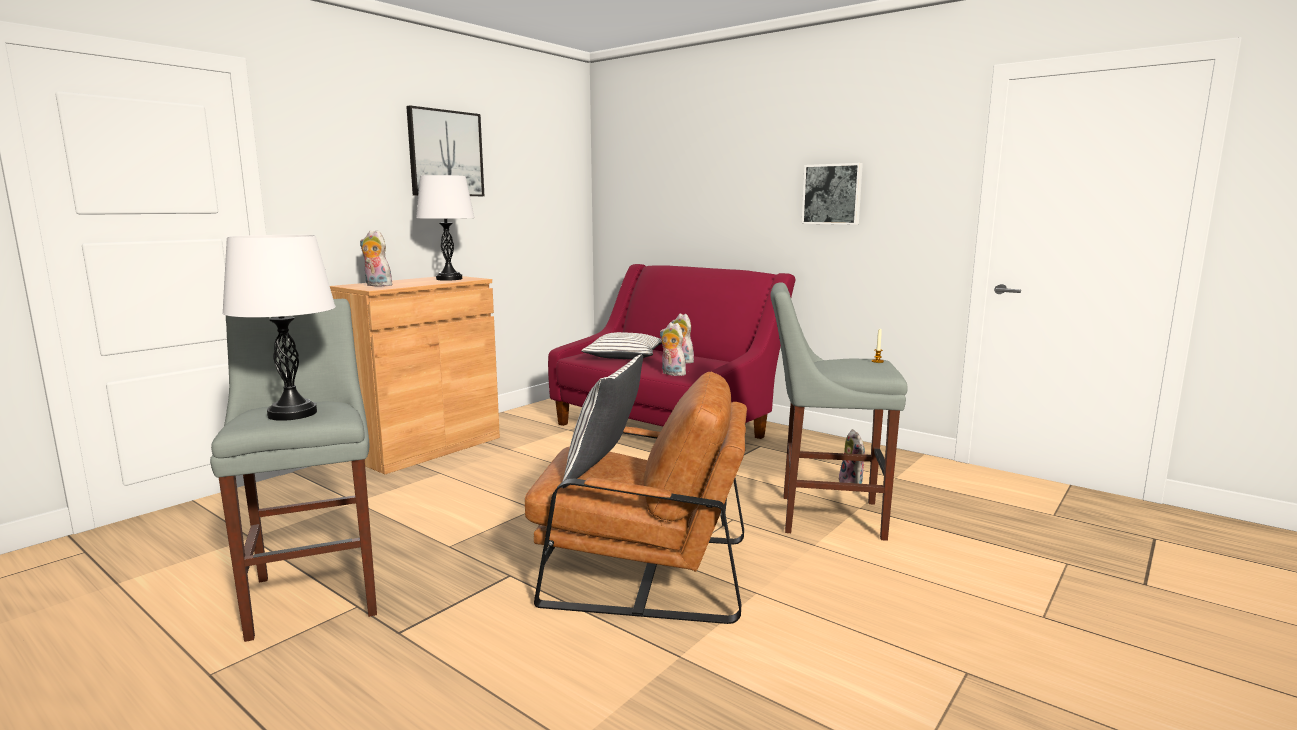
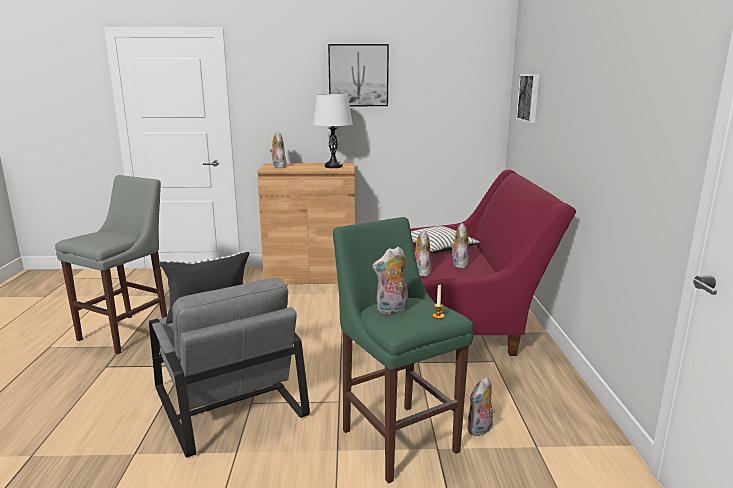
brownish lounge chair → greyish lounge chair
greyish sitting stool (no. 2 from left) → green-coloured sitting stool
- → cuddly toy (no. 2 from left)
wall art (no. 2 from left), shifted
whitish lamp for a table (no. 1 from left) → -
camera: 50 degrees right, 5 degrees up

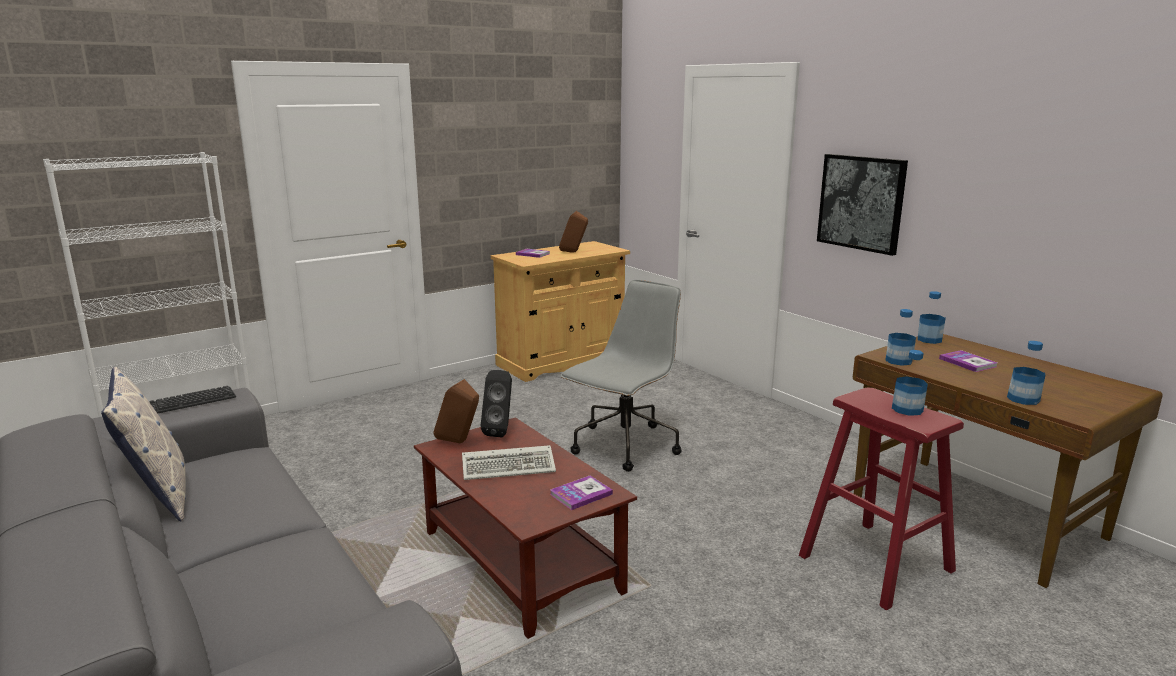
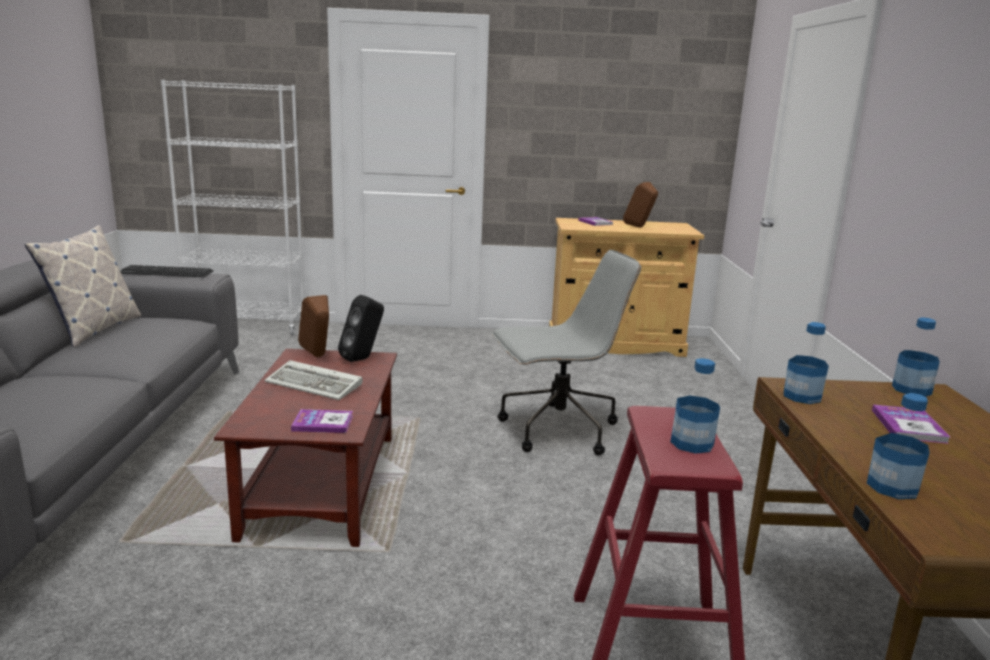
wall art → -
camera: 35 degrees right, 0 degrees up

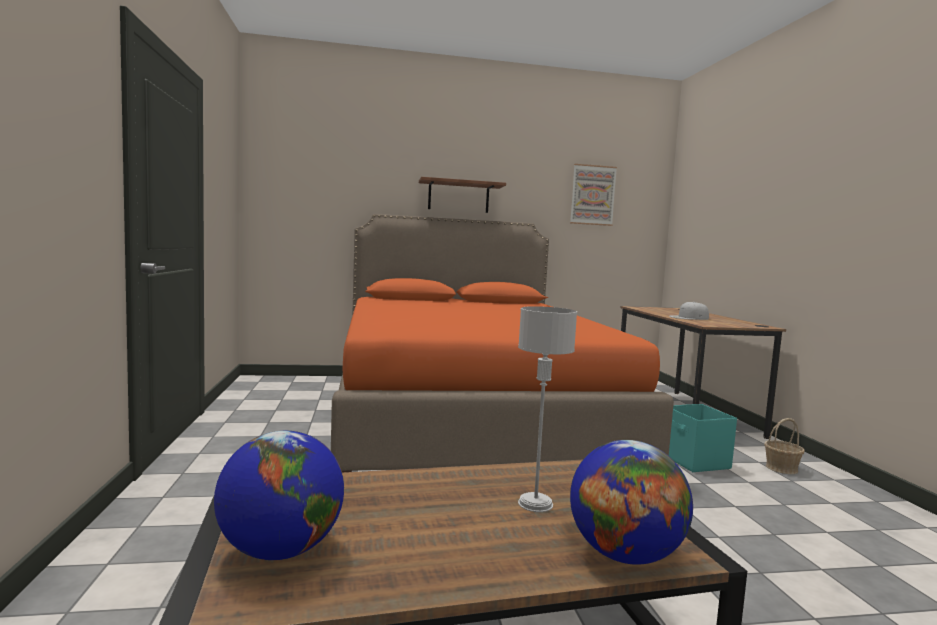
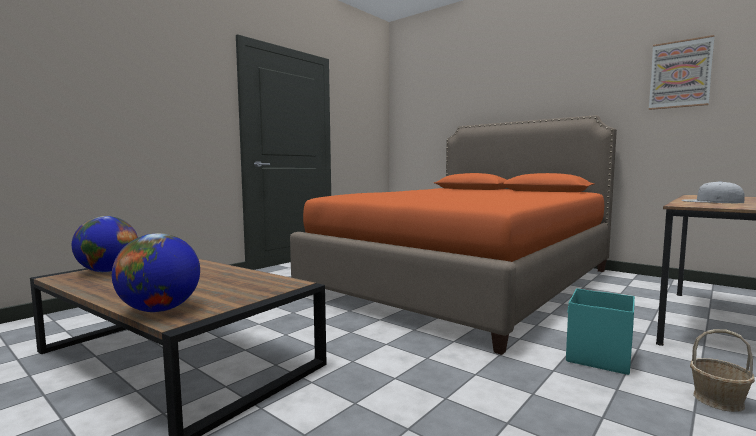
brownish shelf → -
greyish lamp for a table → -
camera: 50 degrees right, 0 degrees up

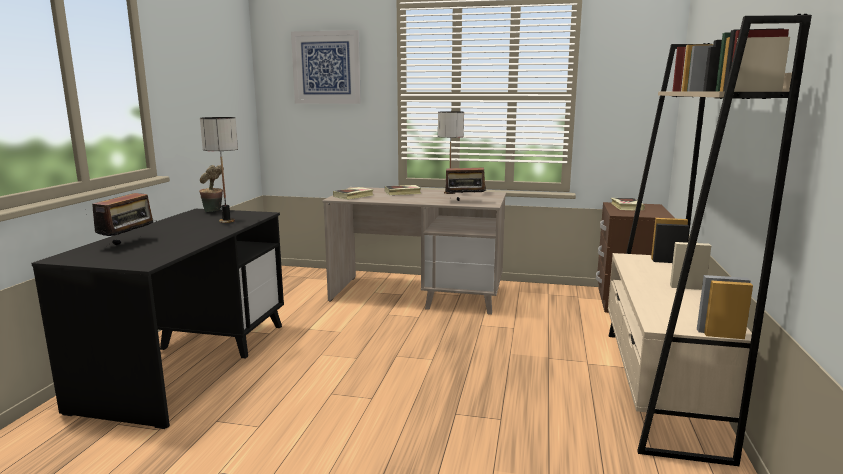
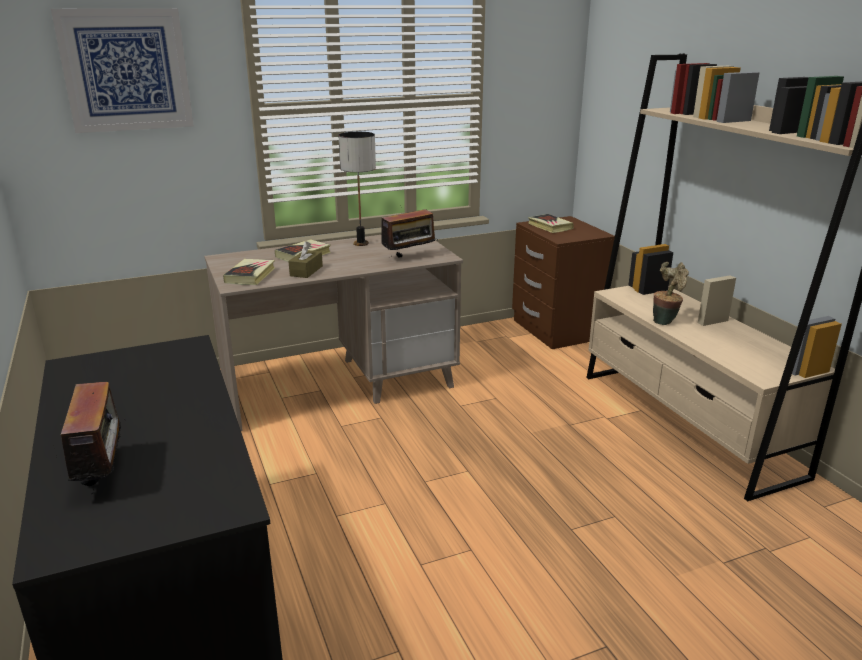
- → brownish tissue box
houseplant, shifted
lamp for a table (no. 1 from left) → -
camera: 35 degrees left, 10 degrees up

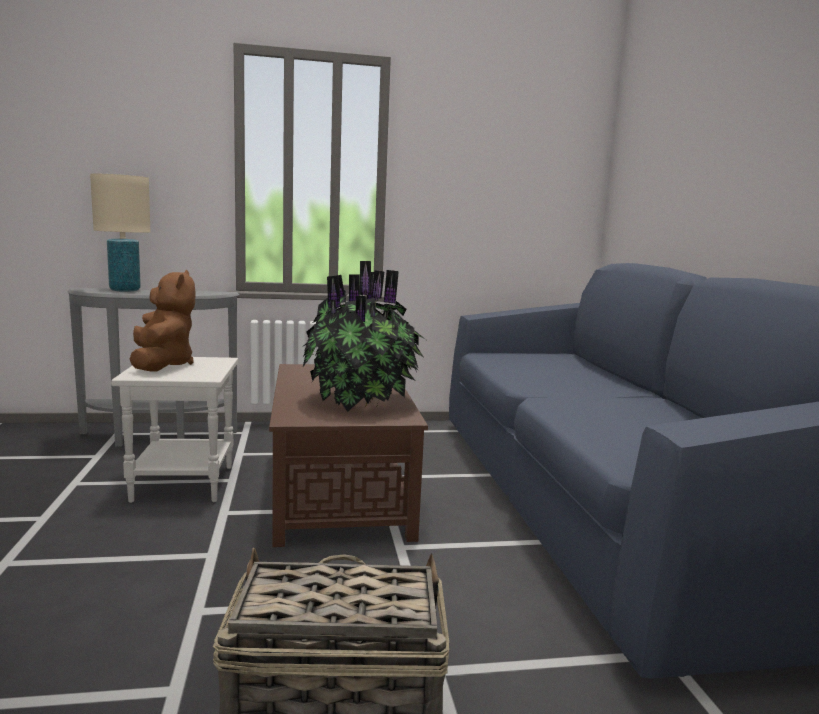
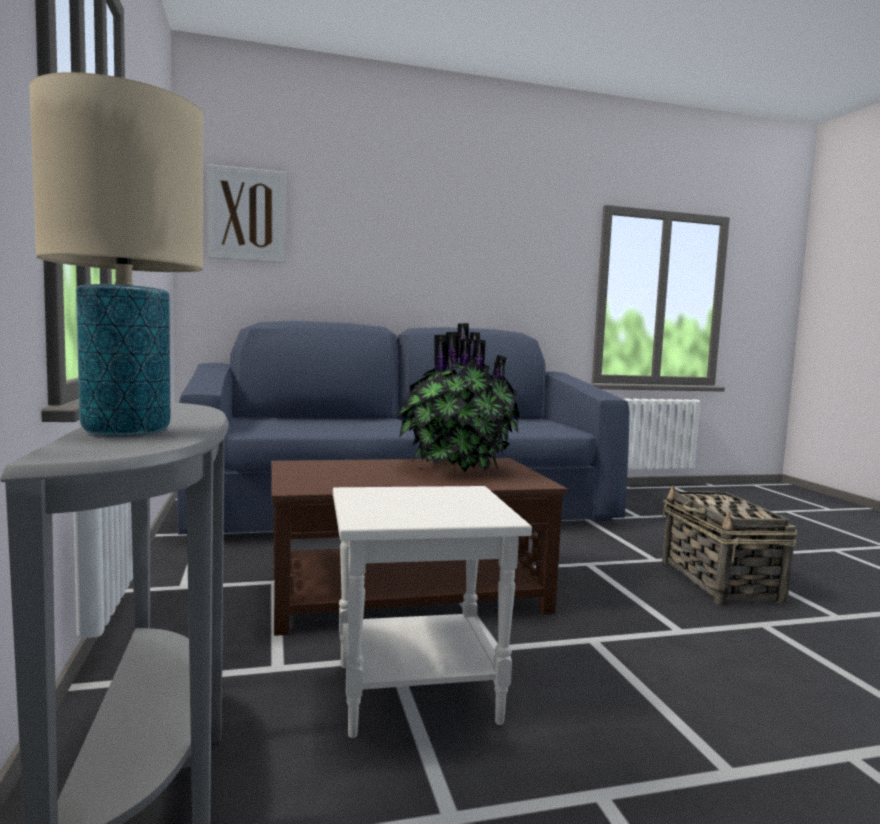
- → wall art
brownish cuddly toy → -
camera: 95 degrees left, 5 degrees down

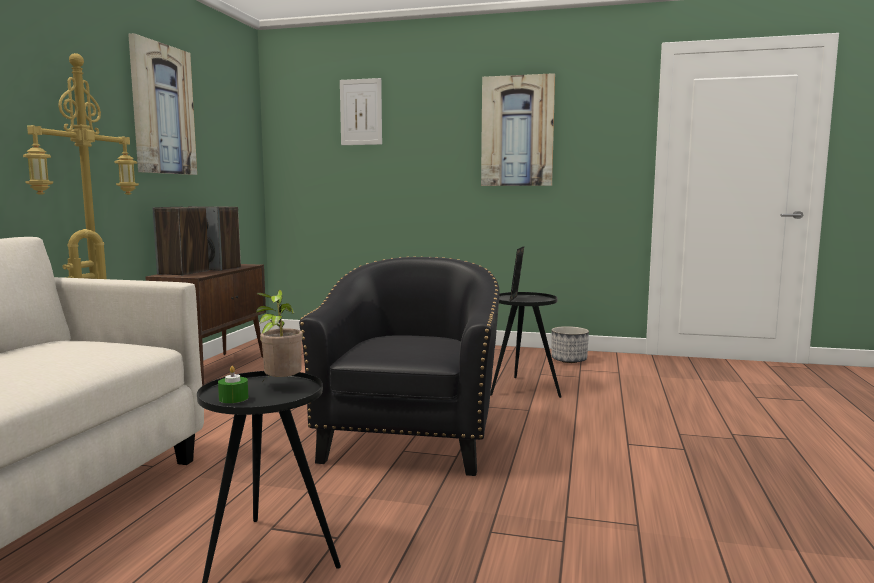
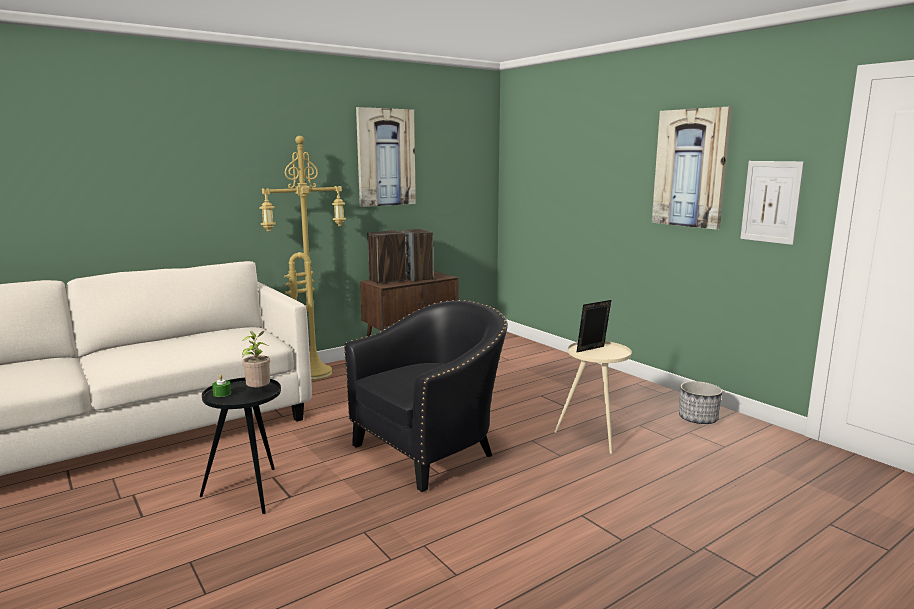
black end table (no. 2 from left) → sand-coloured end table
wall art (no. 2 from left in the first image) → wall art (no. 3 from left), shifted
camera: 40 degrees right, 5 degrees up

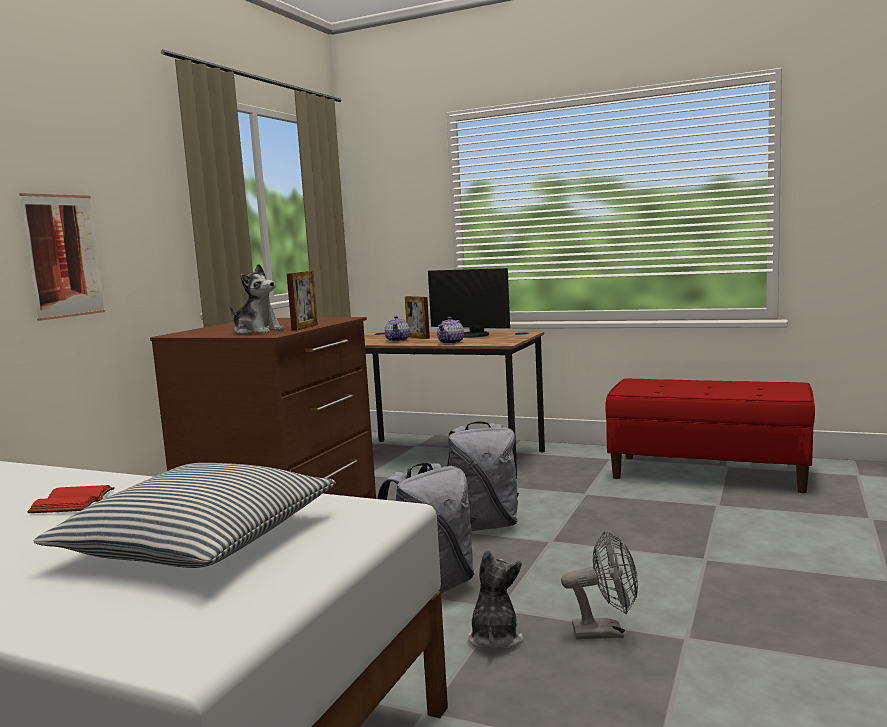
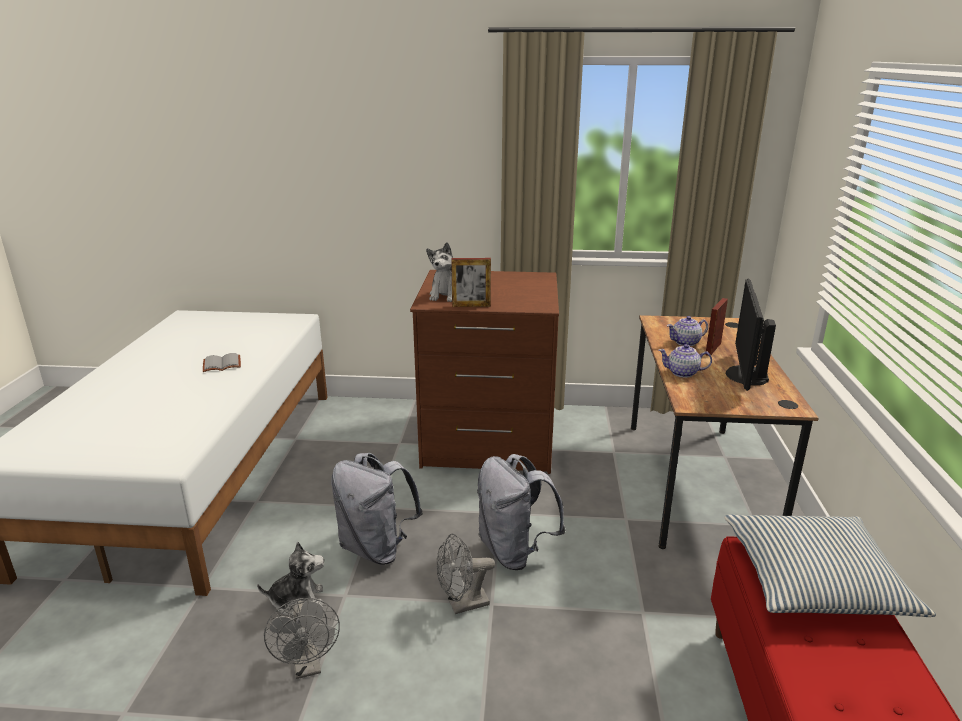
reddish volume → greyish volume
- → greyish cooling fan (no. 2 from left)
cushion, shifted
wall art → -
camera: 70 degrees right, 15 degrees up

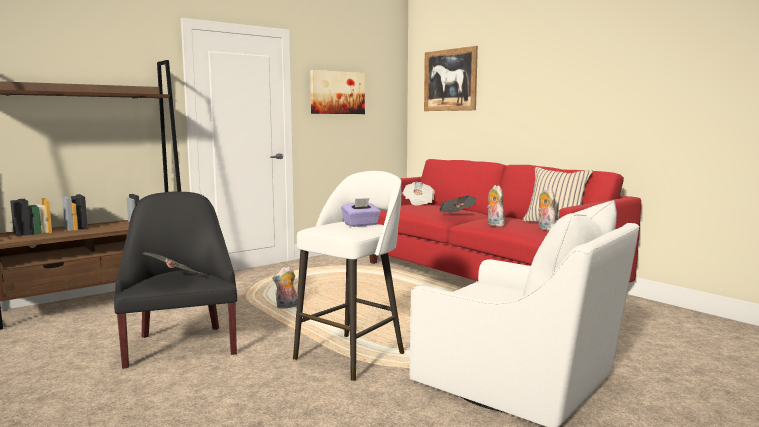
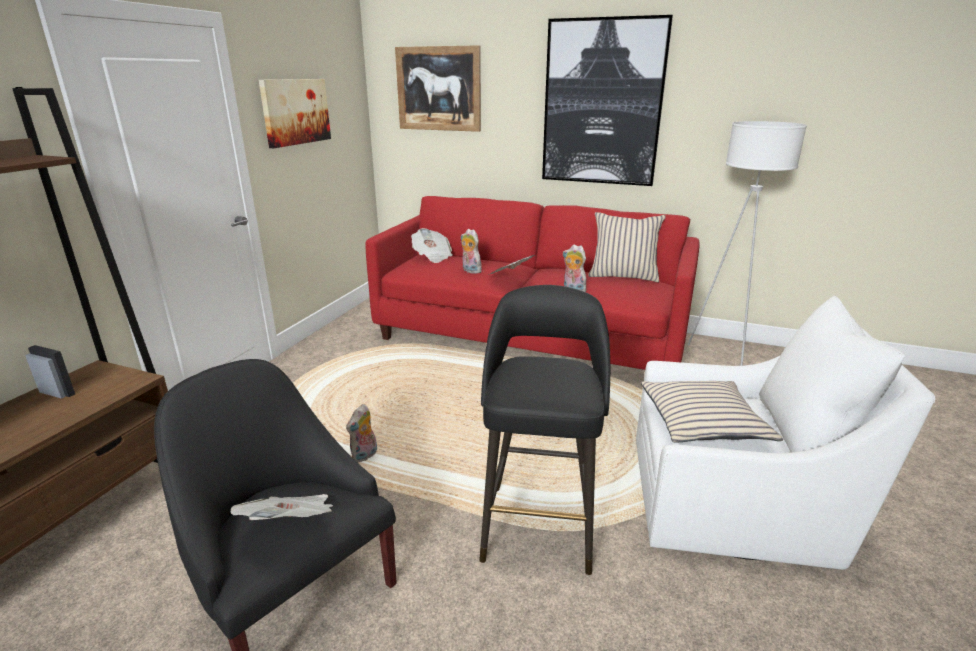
cuddly toy (no. 3 from left in the first image) → cuddly toy (no. 2 from left), shifted
whitish sitting stool → black sitting stool
- → wall art (no. 3 from left)
- → sand-coloured cushion (no. 2 from left)
- → whitish standard lamp
purplish tissue box → -
camera: 30 degrees left, 15 degrees up

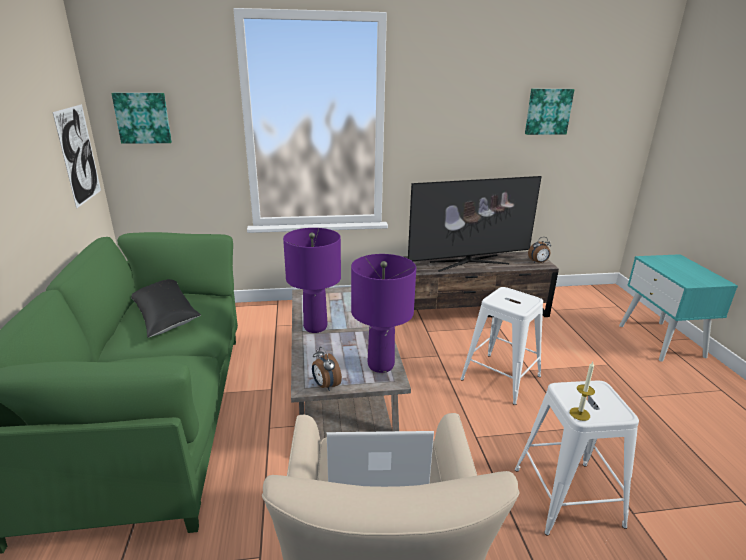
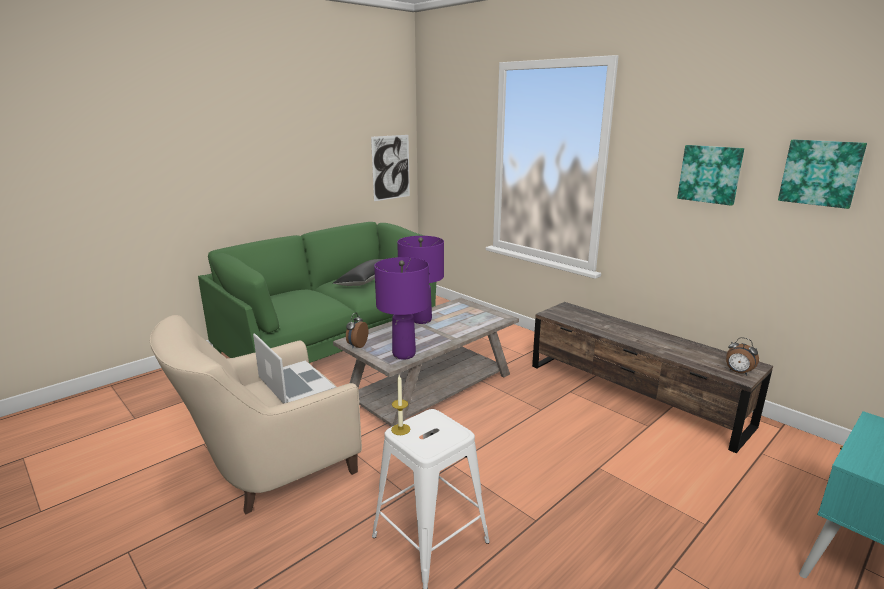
wall art (no. 2 from left), shifted
TV → -
whitish sitting stool (no. 1 from left) → -
camera: 55 degrees right, 5 degrees down

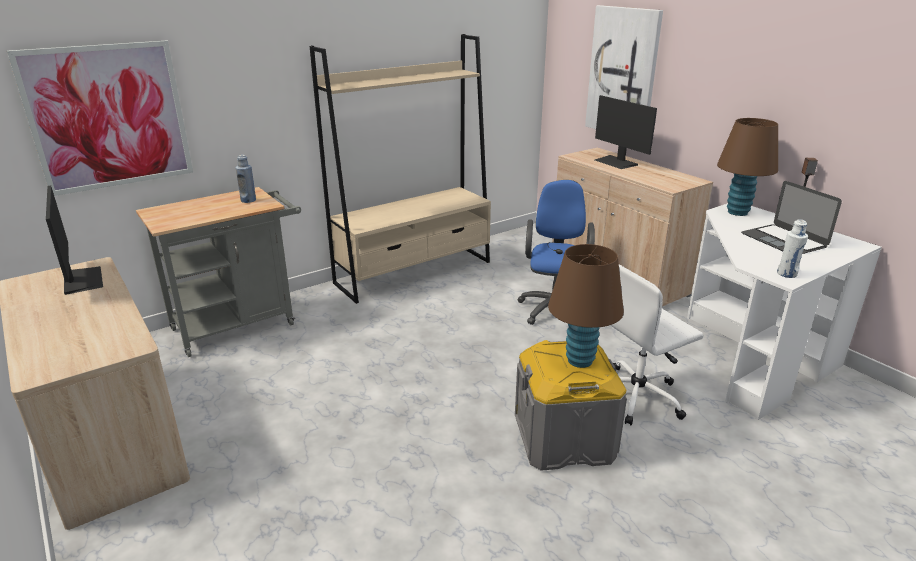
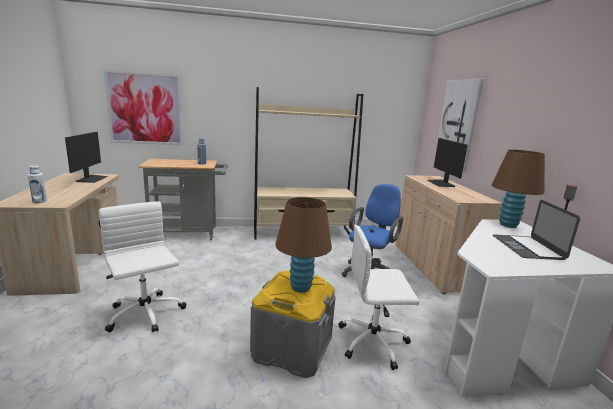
whitish bottle, shifted
- → whitish office chair (no. 1 from left)
camera: 25 degrees right, 10 degrees down

